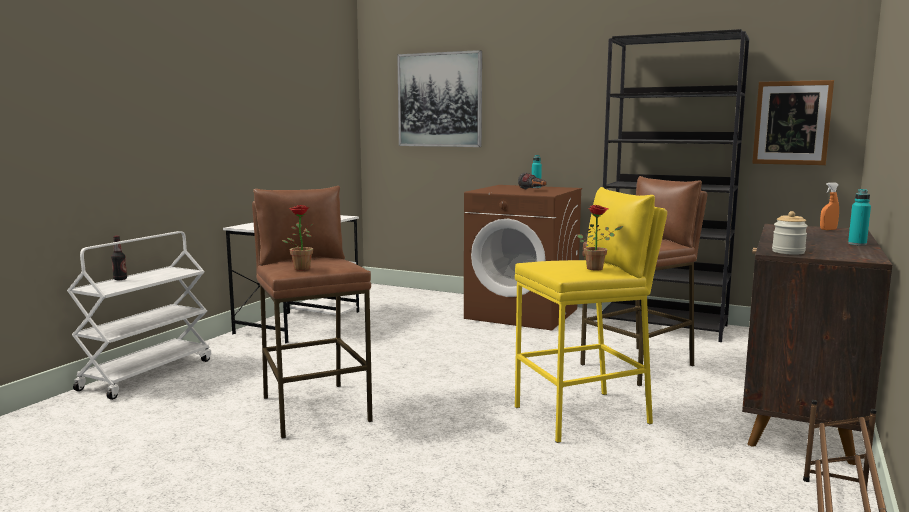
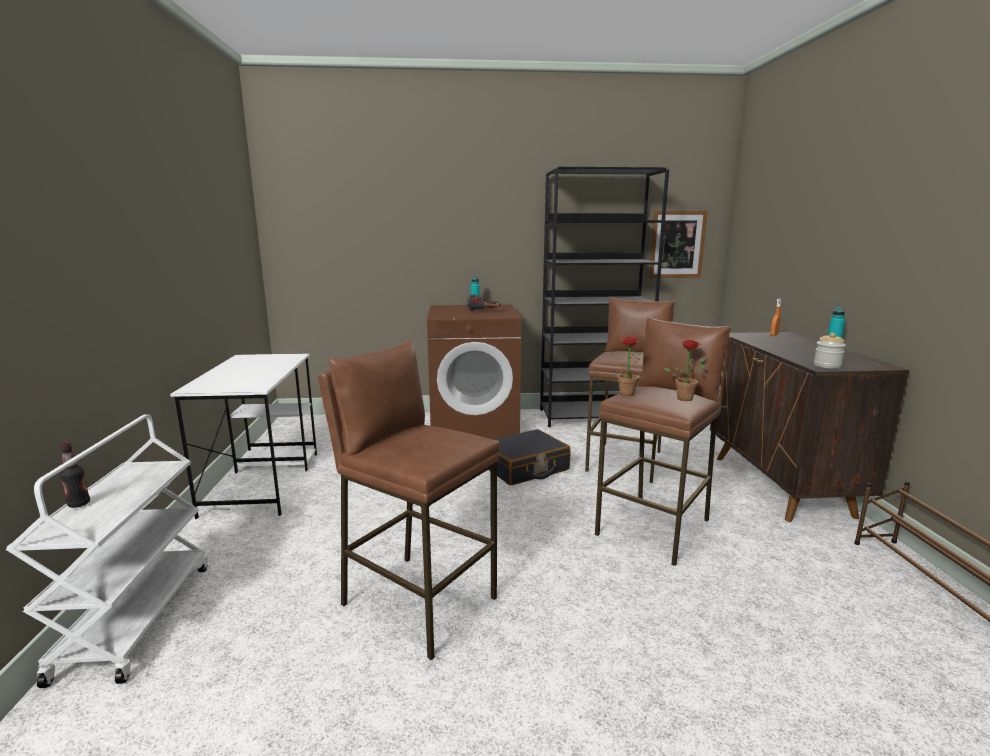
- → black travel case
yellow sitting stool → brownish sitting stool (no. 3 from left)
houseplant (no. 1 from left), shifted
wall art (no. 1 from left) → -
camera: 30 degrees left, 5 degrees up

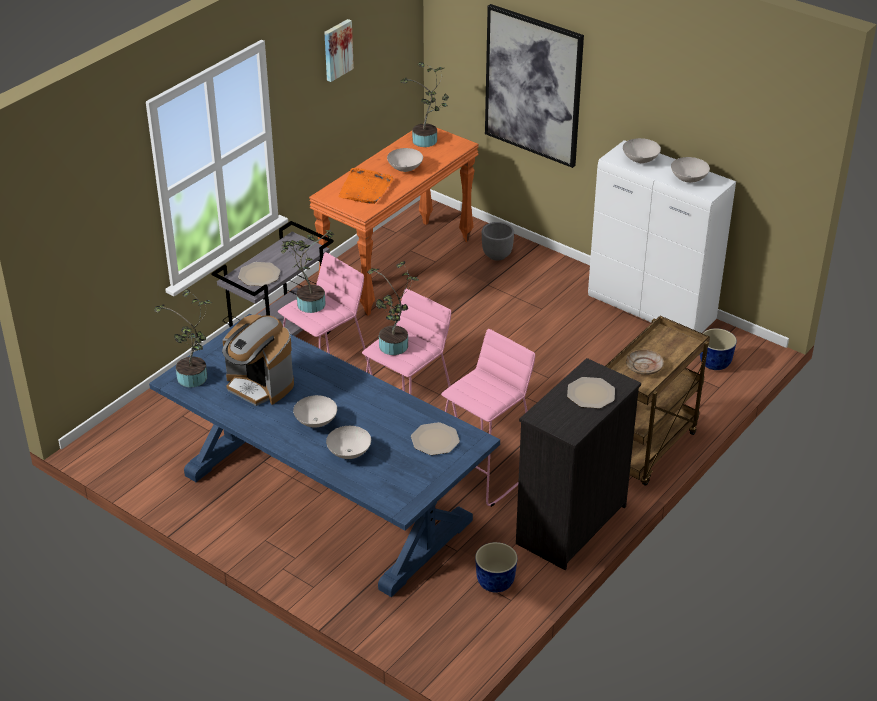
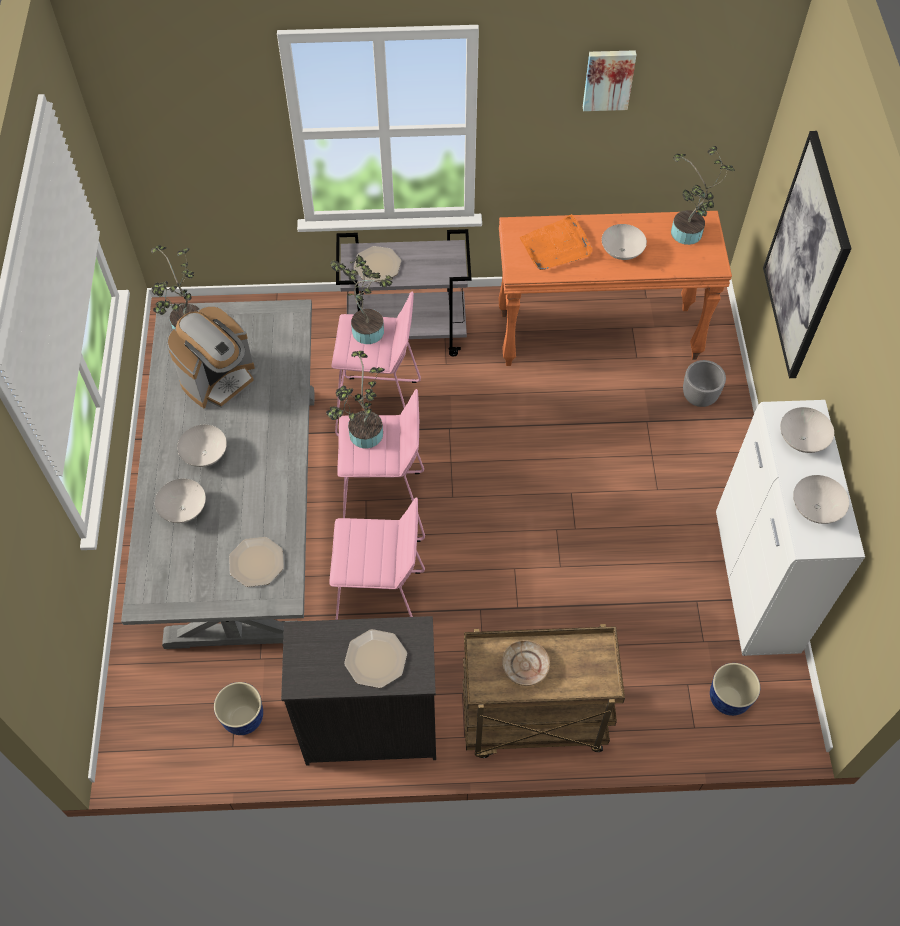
blue dinner table → greyish dinner table
coffee machine, 135 degrees counterclockwise
camera: 50 degrees right, 20 degrees up

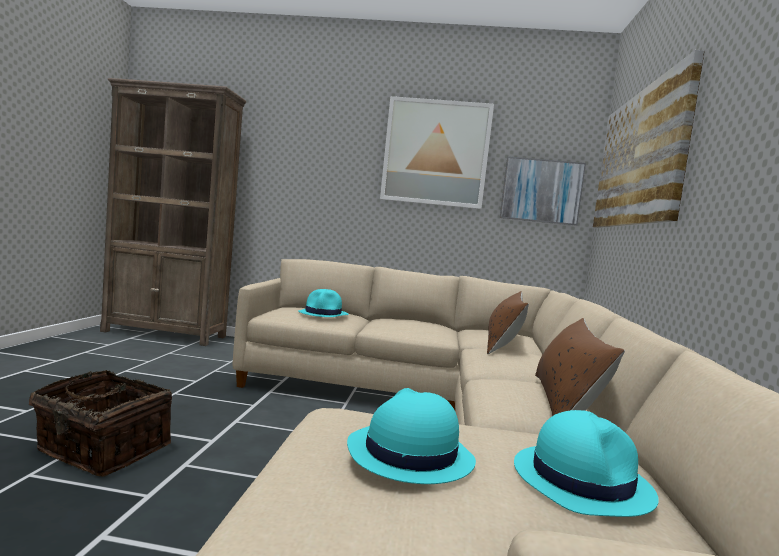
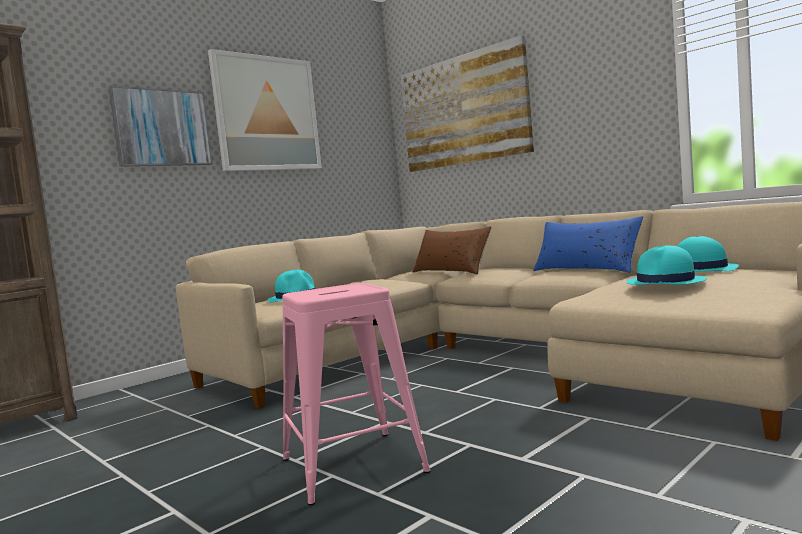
wall art (no. 2 from left in the first image) → wall art (no. 1 from left), shifted
household basket → pink-coloured sitting stool
brownish cushion (no. 2 from left) → blue cushion
camera: 50 degrees left, 0 degrees up

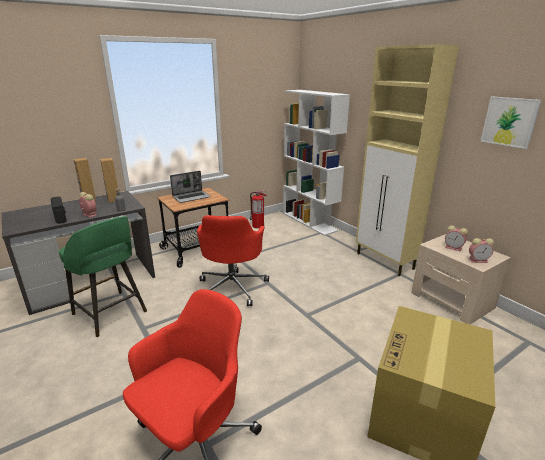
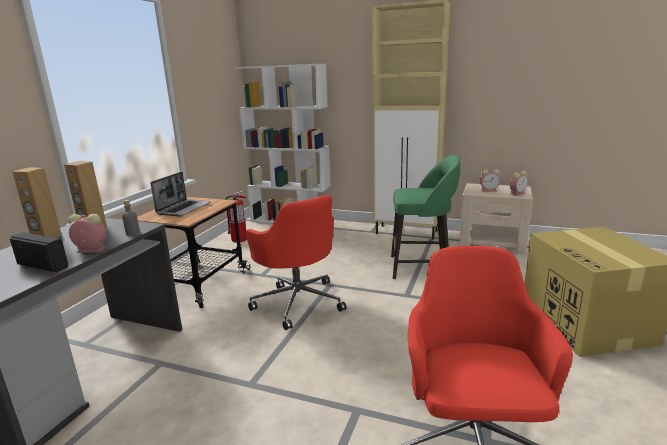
green-coloured sitting stool, shifted
wall art → -
camera: 35 degrees left, 5 degrees down

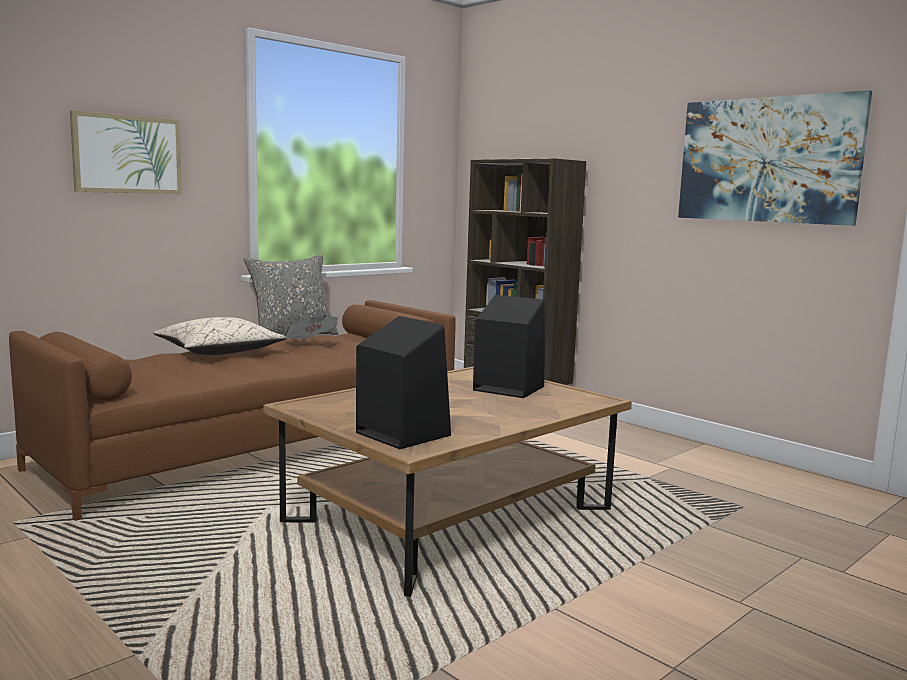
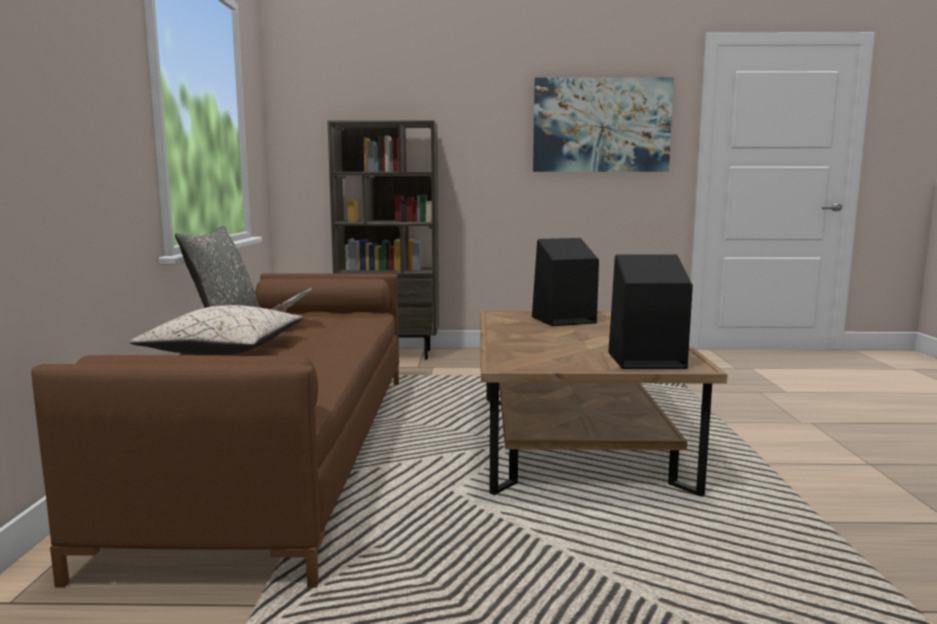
wall art (no. 1 from left) → -
camera: 45 degrees left, 0 degrees up

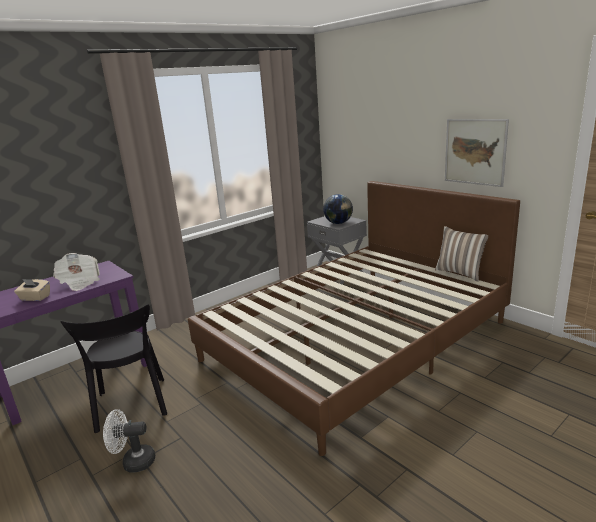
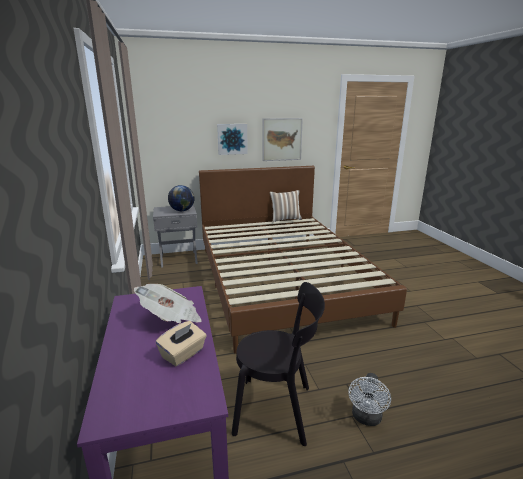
- → wall art (no. 1 from left)
camera: 65 degrees left, 0 degrees up

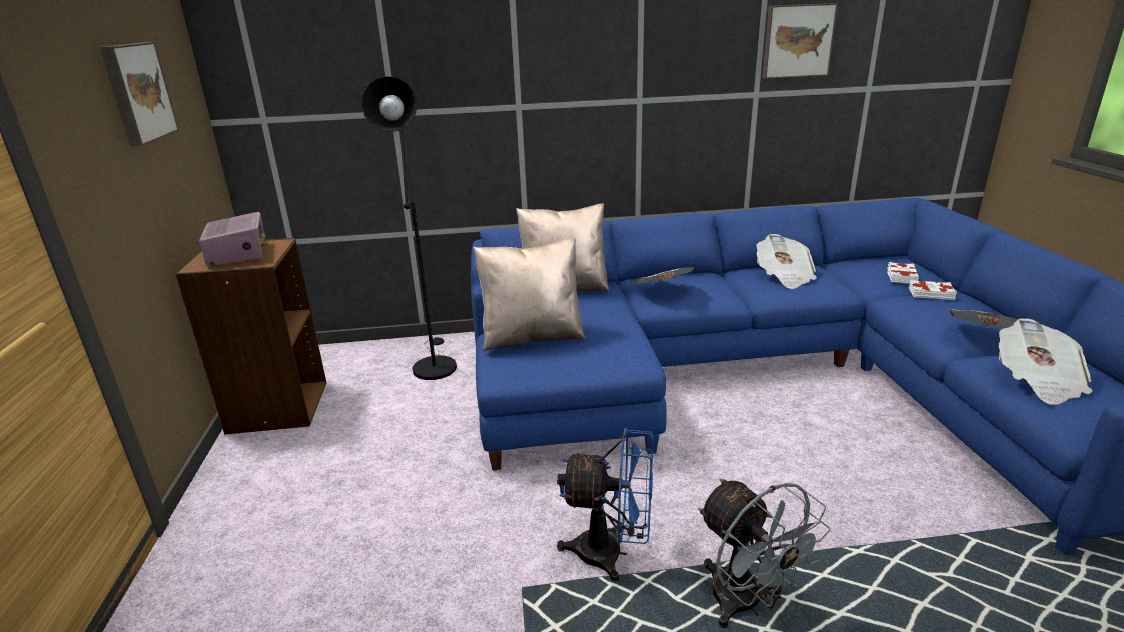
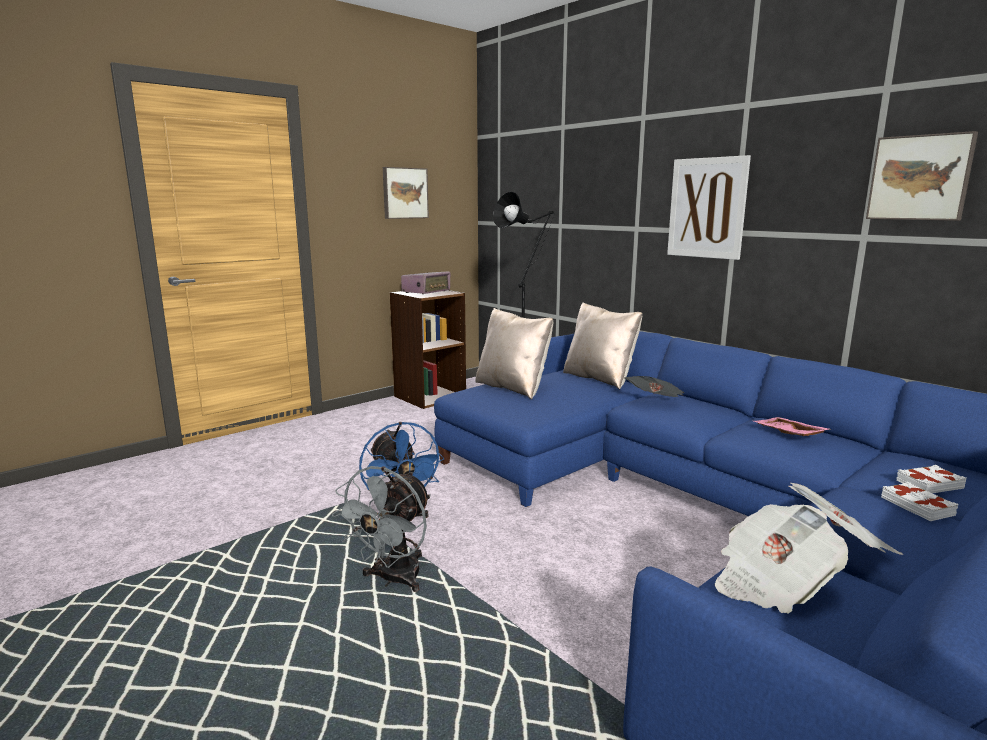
- → wall art (no. 2 from left)
newspaper (no. 2 from left) → pink-coloured tray
camera: 55 degrees right, 10 degrees down

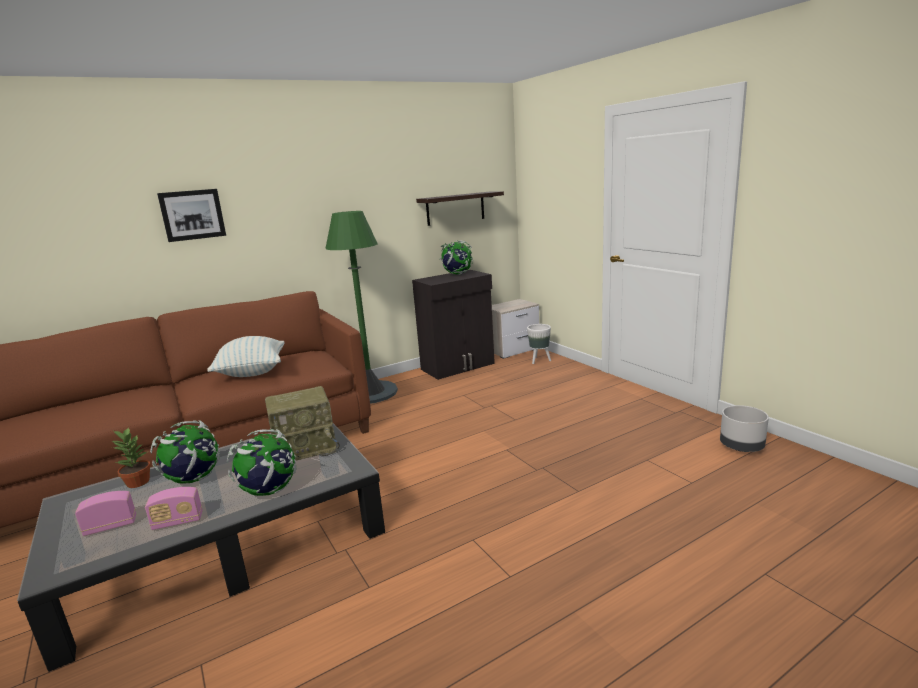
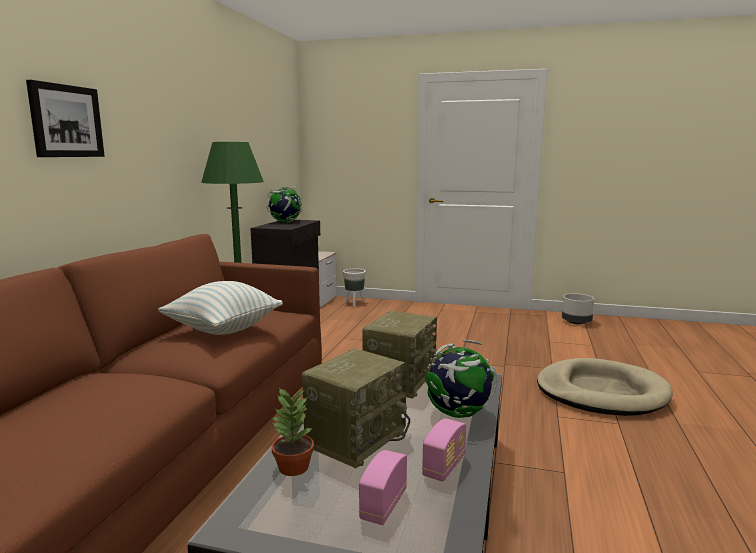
world globe (no. 1 from left) → radio (no. 1 from left)
- → sand-coloured dog cushion
shelf → -
camera: 45 degrees left, 5 degrees down

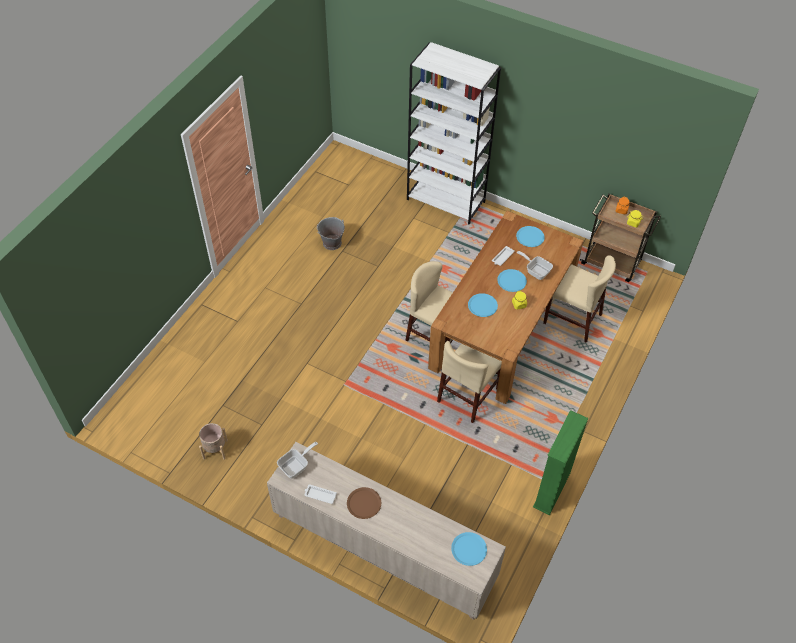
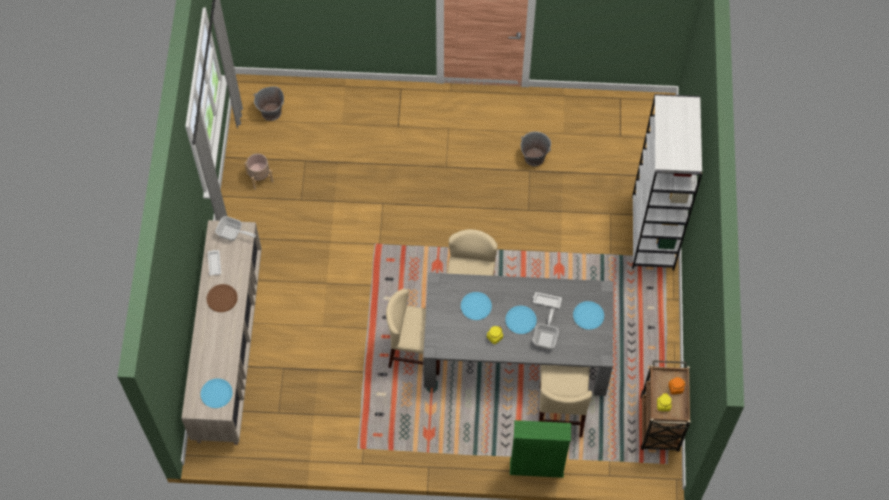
- → greyish water bucket (no. 1 from left)
brownish dinner table → greyish dinner table
green-coloured bookshelf, shifted
camera: 65 degrees right, 10 degrees up

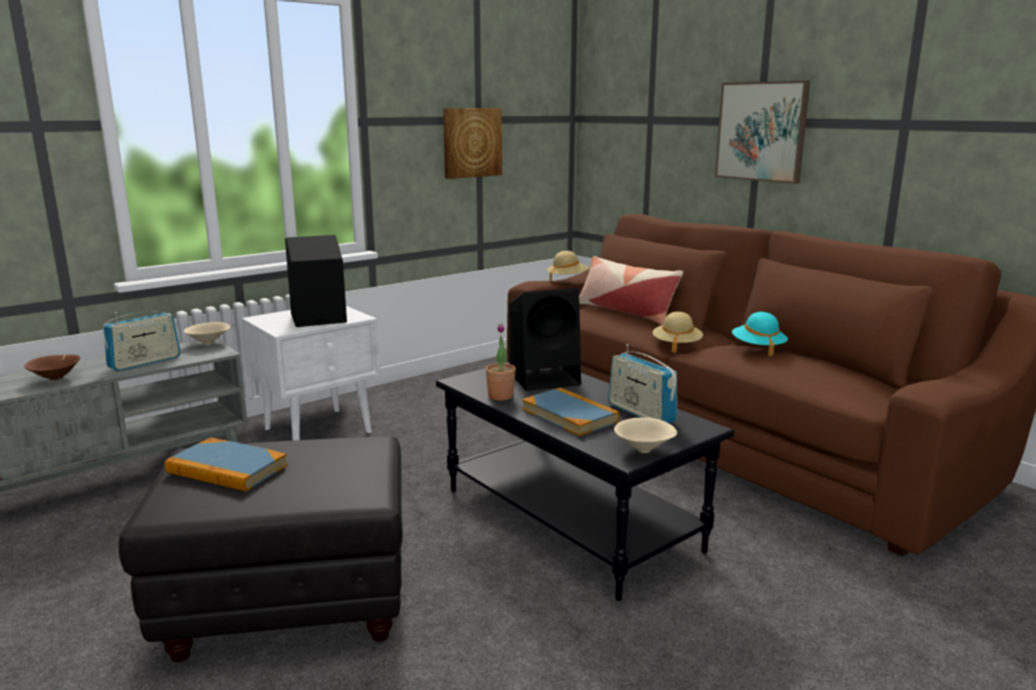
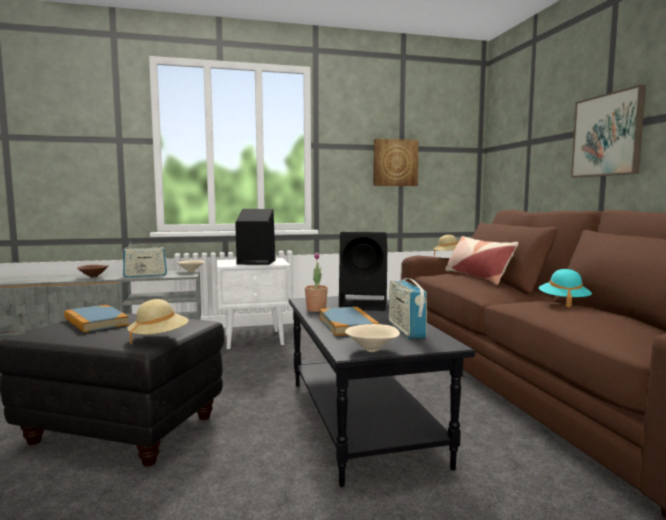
sand-coloured clothing hat (no. 2 from left in the first image) → sand-coloured clothing hat (no. 1 from left), shifted
camera: 25 degrees right, 10 degrees down

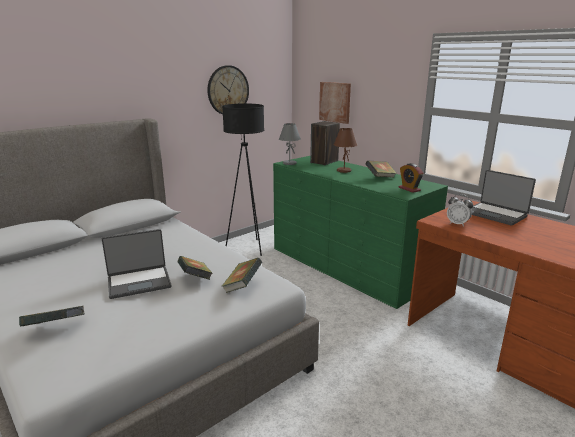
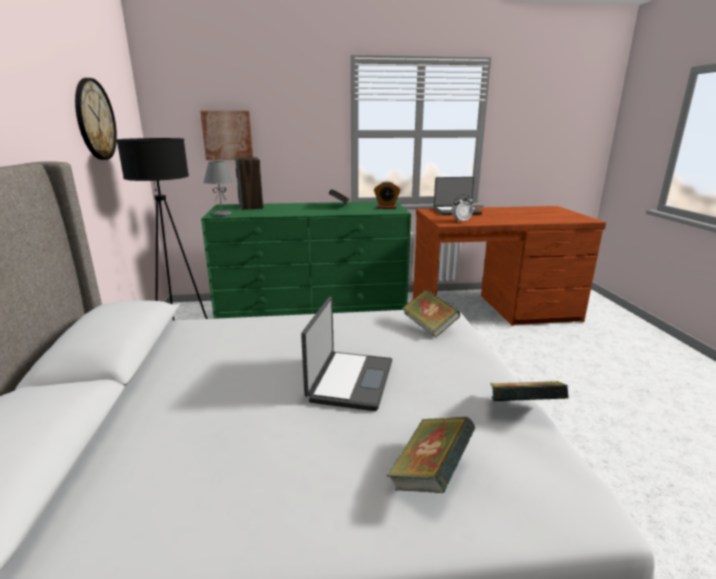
volume (no. 2 from left in the first image) → volume (no. 4 from left), shifted
brownish lamp for a table → -
camera: 55 degrees left, 0 degrees up

